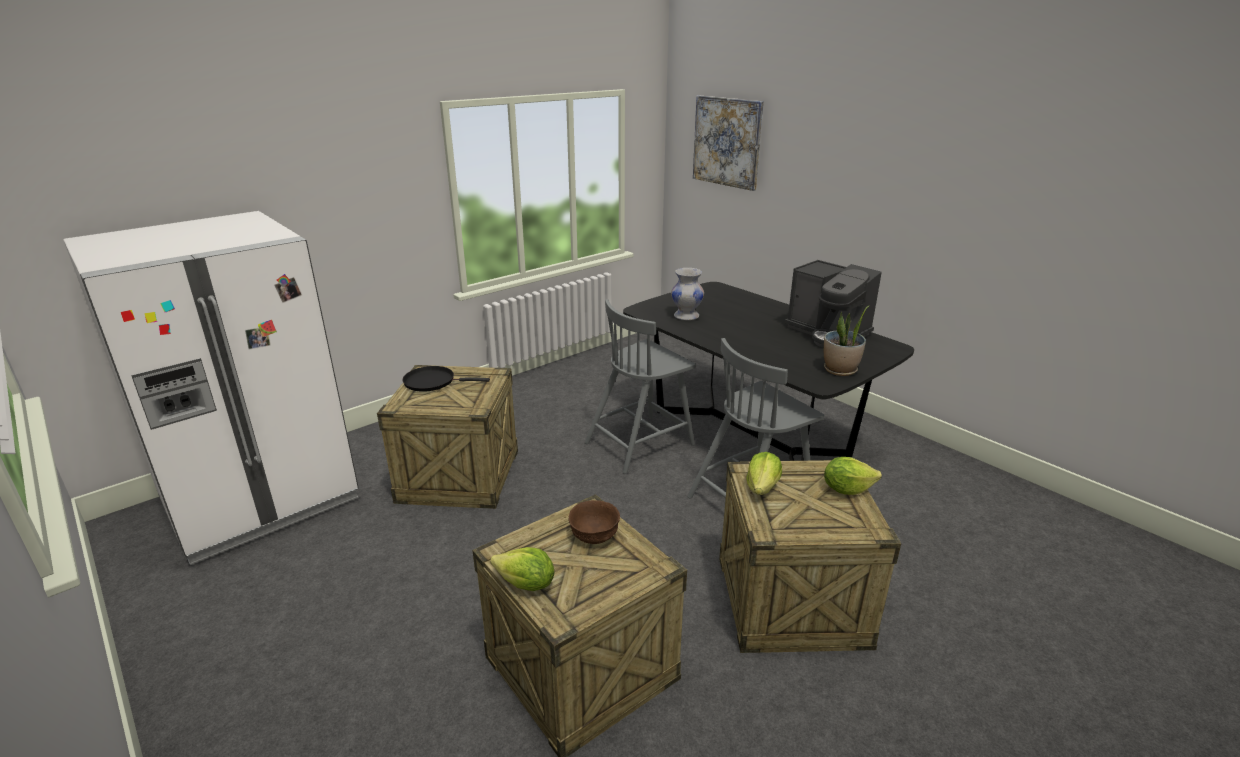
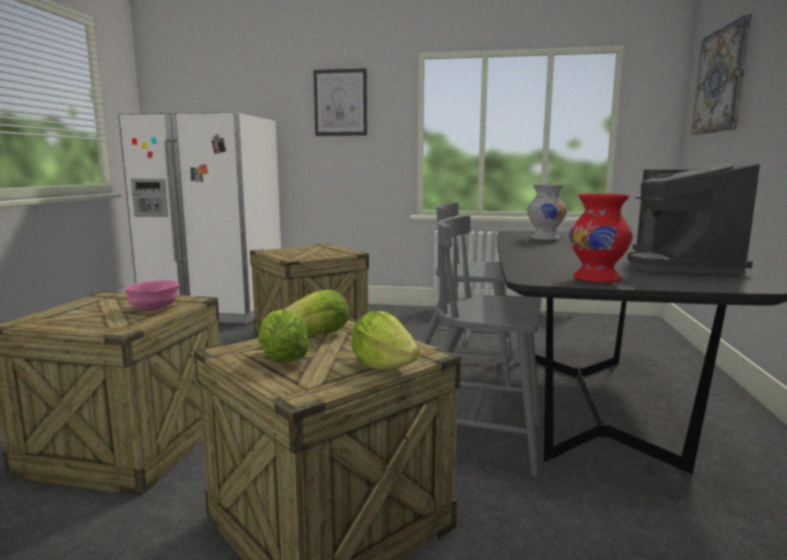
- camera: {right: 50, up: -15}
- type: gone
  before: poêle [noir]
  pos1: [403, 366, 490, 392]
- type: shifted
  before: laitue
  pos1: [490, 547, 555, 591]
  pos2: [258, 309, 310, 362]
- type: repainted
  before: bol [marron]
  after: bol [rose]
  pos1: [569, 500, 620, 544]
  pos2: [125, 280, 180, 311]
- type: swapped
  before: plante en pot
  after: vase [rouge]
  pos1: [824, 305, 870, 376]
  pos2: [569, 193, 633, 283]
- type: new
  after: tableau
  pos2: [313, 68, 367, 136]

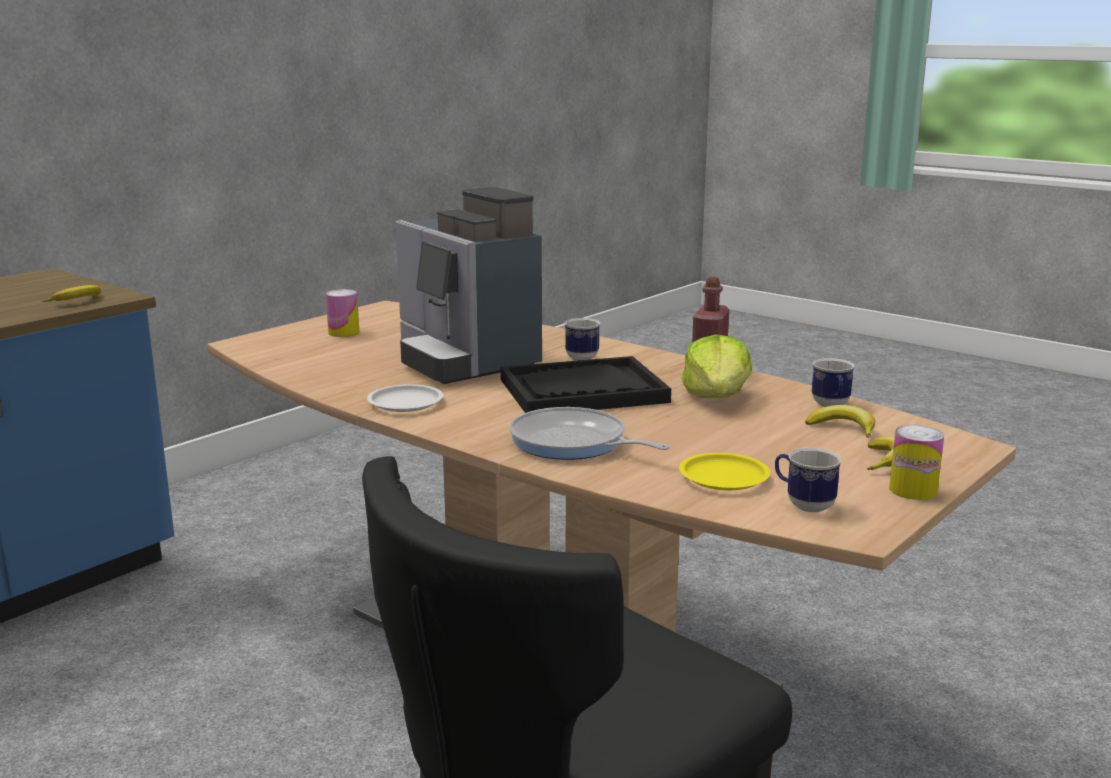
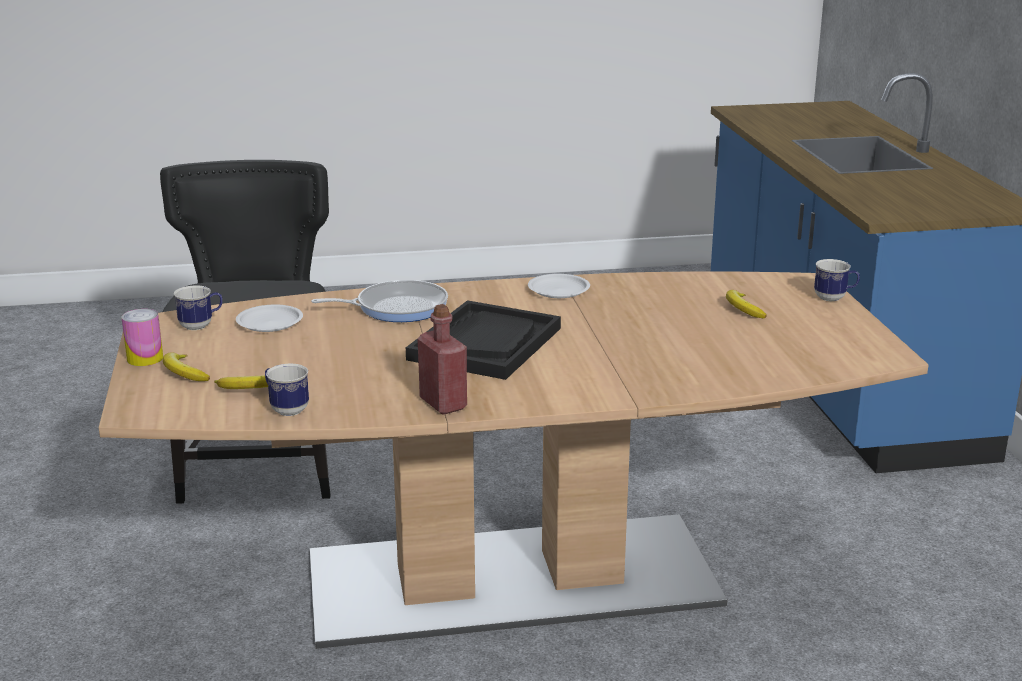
- camera: {right: 130, up: 5}
- type: shifted
  before: banane
  pos1: [43, 285, 101, 302]
  pos2: [726, 290, 767, 319]
- type: gone
  before: boîte métallique
  pos1: [326, 289, 359, 337]
- type: gone
  before: machine à café
  pos1: [396, 187, 542, 384]
- type: shifted
  before: mug
  pos1: [565, 318, 600, 361]
  pos2: [814, 259, 860, 301]
- type: repainted
  before: assiette [jaune]
  after: assiette [blanc]
  pos1: [679, 453, 770, 490]
  pos2: [236, 304, 303, 332]
- type: gone
  before: laitue
  pos1: [681, 334, 752, 398]

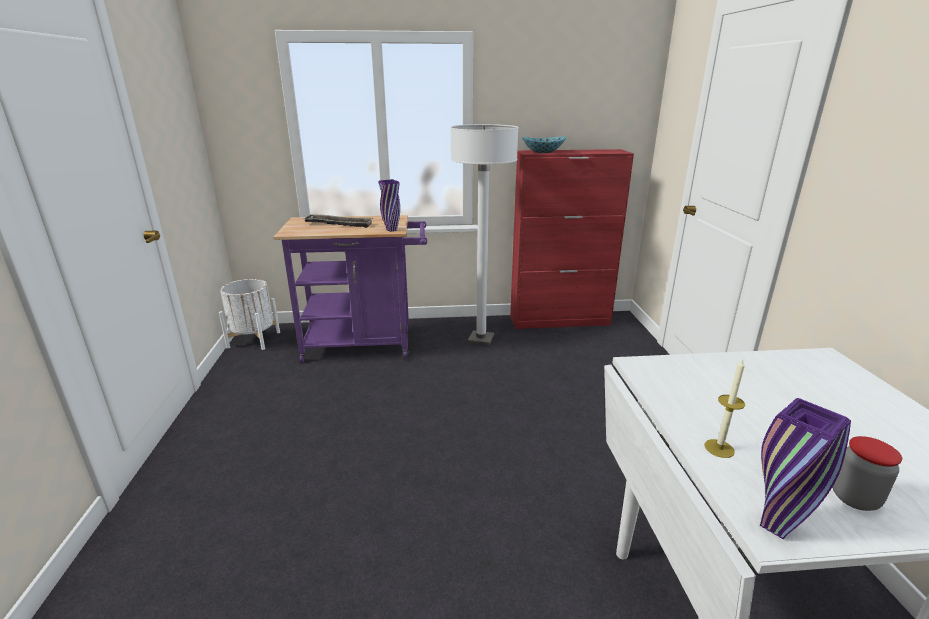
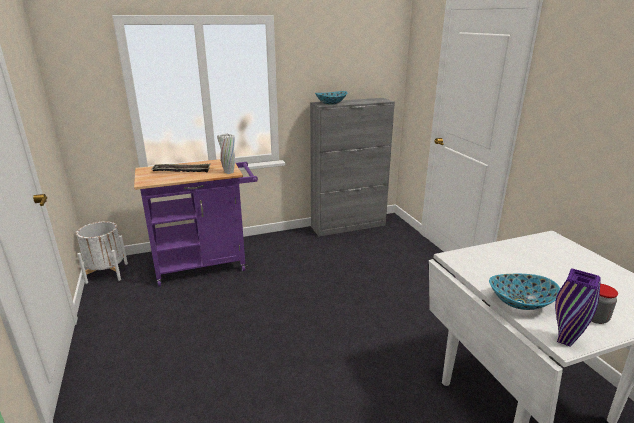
- camera: {right: -15, up: 0}
- type: repainted
  before: vase [violet]
  after: vase [blanc]
  pos1: [378, 179, 400, 232]
  pos2: [217, 133, 235, 174]
- type: gone
  before: lampadaire [blanc]
  pos1: [450, 124, 519, 345]
- type: repainted
  before: meuble de rangement [rouge]
  after: meuble de rangement [gris]
  pos1: [510, 149, 634, 329]
  pos2: [310, 98, 395, 237]
- type: swapped
  before: bougie
  after: bol
  pos1: [705, 359, 745, 458]
  pos2: [489, 274, 560, 310]

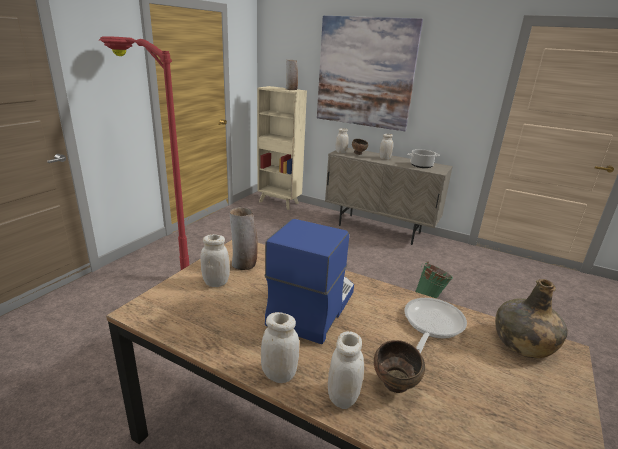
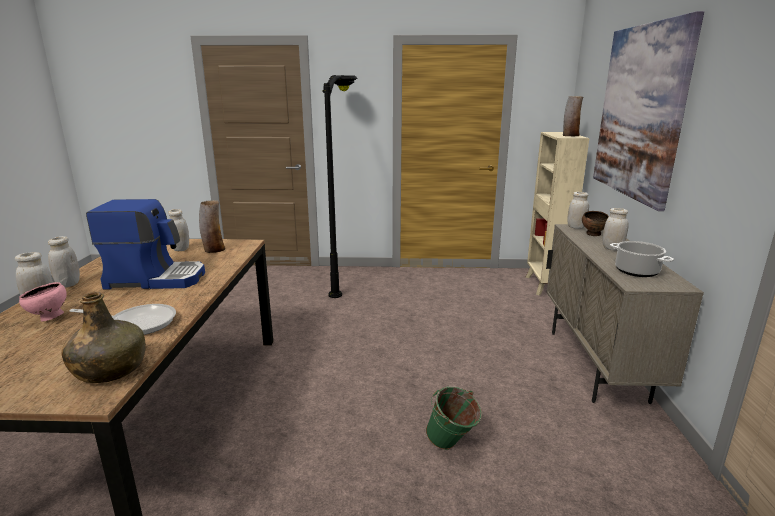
- camera: {right: 65, up: -5}
- type: repainted
  before: lampadaire [rouge]
  after: lampadaire [noir]
  pos1: [99, 36, 189, 270]
  pos2: [323, 75, 358, 298]
- type: repainted
  before: bol [marron]
  after: bol [rose]
  pos1: [374, 340, 425, 393]
  pos2: [19, 282, 67, 322]

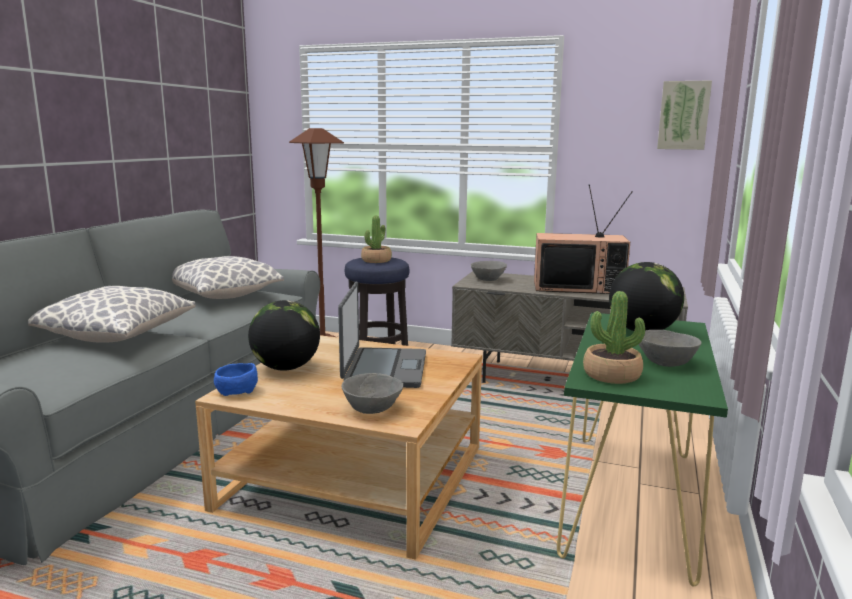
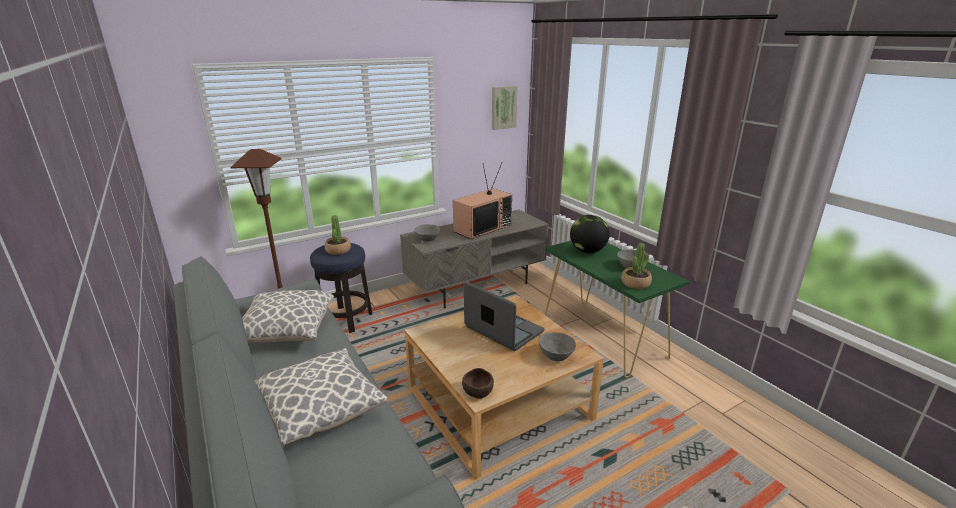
- camera: {right: -50, up: 10}
- type: repainted
  before: bol [bleu]
  after: bol [marron]
  pos1: [214, 363, 258, 396]
  pos2: [462, 368, 494, 399]
- type: gone
  before: globe
  pos1: [248, 300, 320, 371]

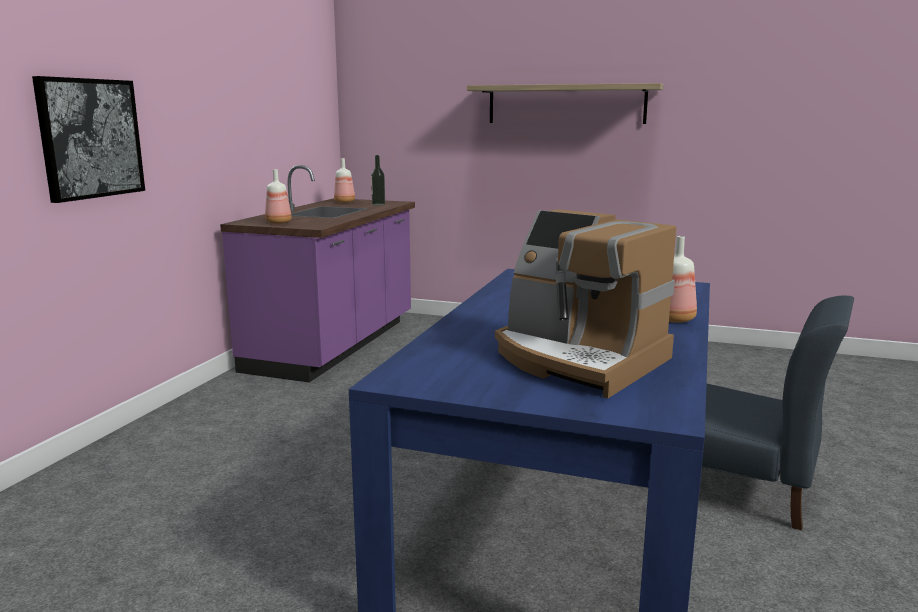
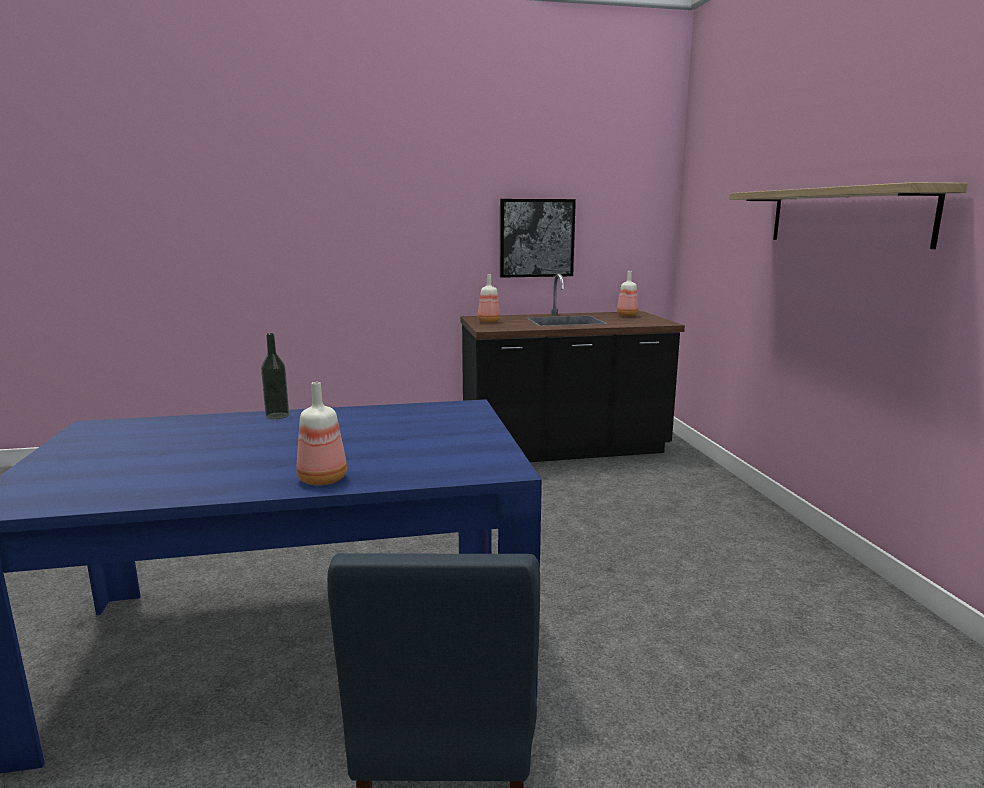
- camera: {right: 60, up: 0}
- type: shifted
  before: tableau
  pos1: [32, 76, 145, 203]
  pos2: [500, 199, 576, 278]
- type: repainted
  before: comptoir de cuisine [violet]
  after: comptoir de cuisine [noir]
  pos1: [220, 165, 415, 383]
  pos2: [460, 273, 685, 462]
- type: shifted
  before: bouteille
  pos1: [371, 155, 385, 206]
  pos2: [261, 333, 289, 419]
- type: gone
  before: machine à café
  pos1: [495, 209, 676, 398]

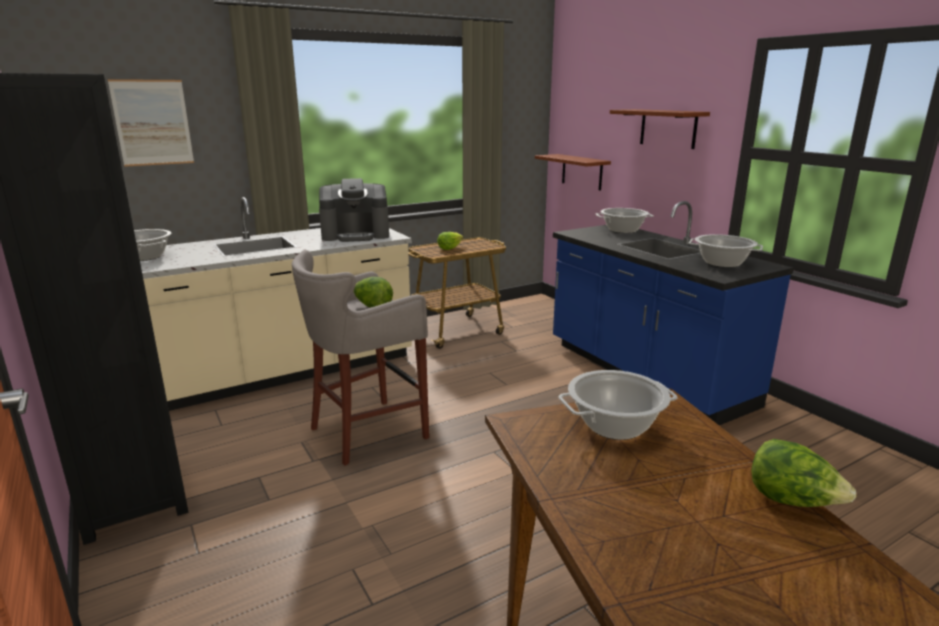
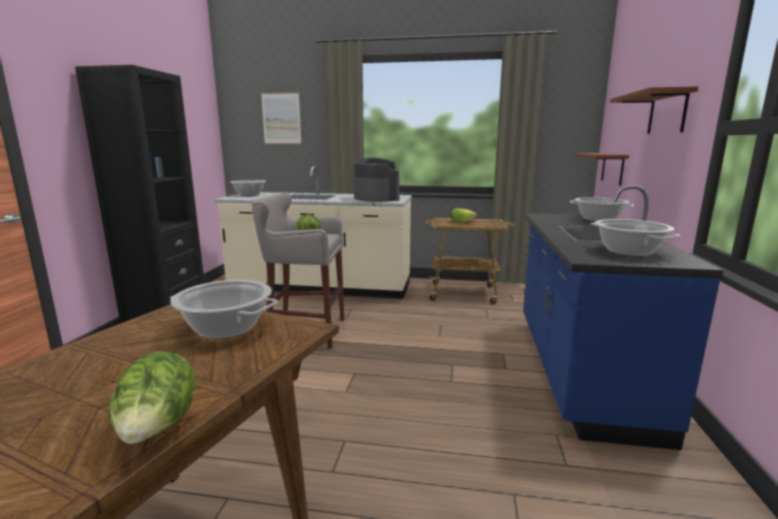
- camera: {right: 40, up: -5}
- type: rotated
  before: machine à café
  pos1: [319, 178, 389, 242]
  pos2: [354, 157, 400, 202]
  turn: -150

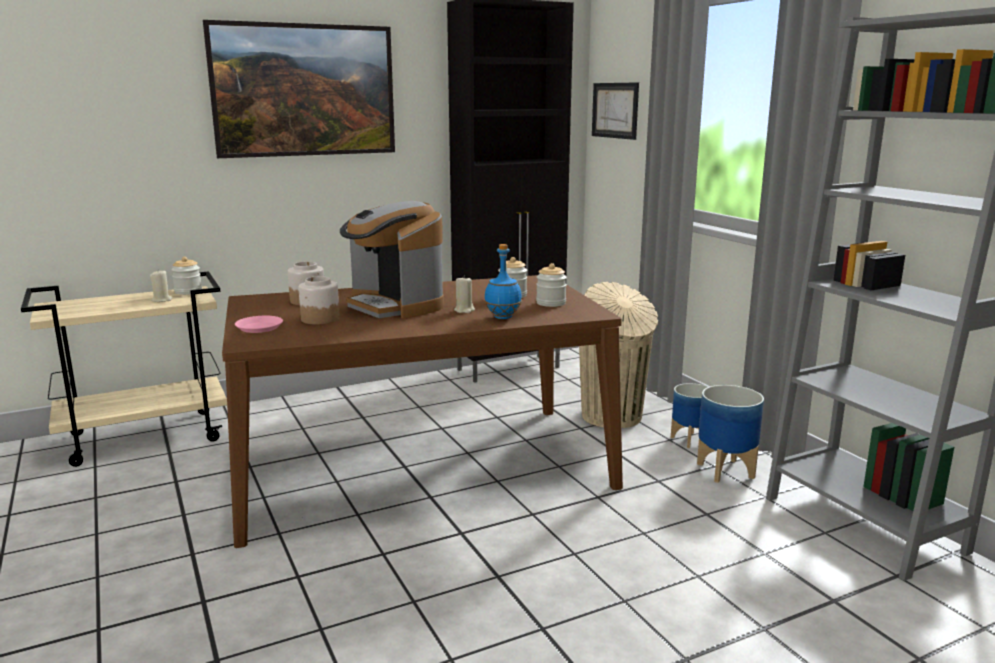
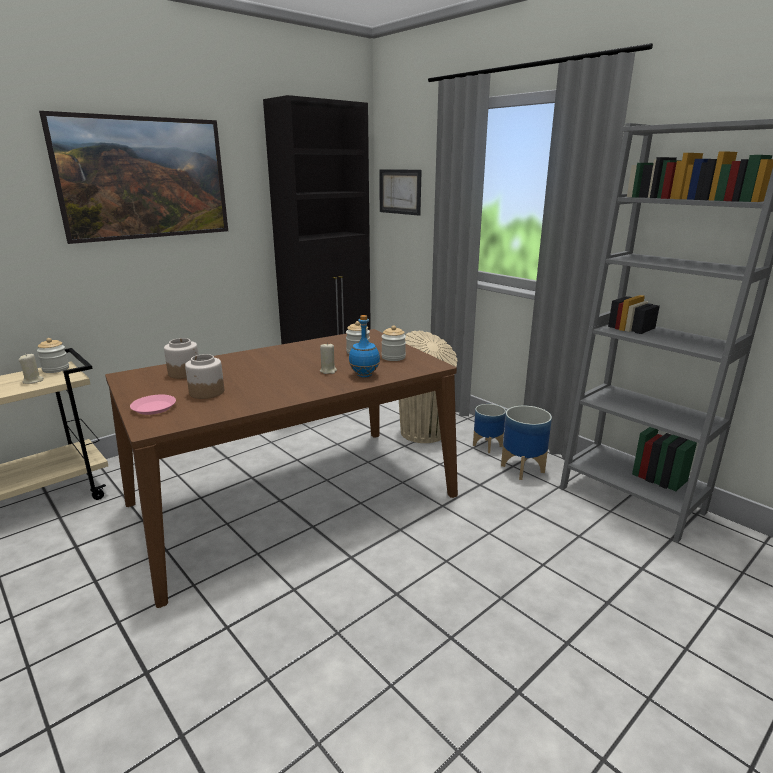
- camera: {right: -15, up: 5}
- type: gone
  before: machine à café
  pos1: [340, 201, 444, 319]

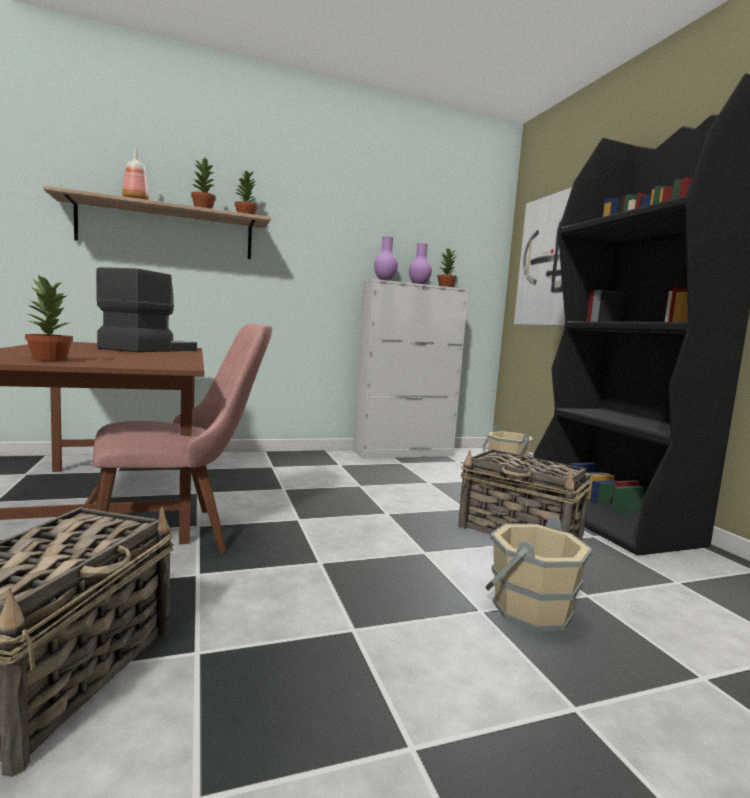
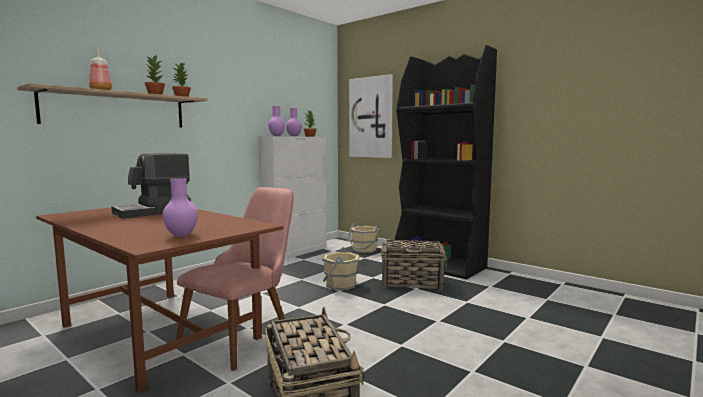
- camera: {right: -30, up: 0}
- type: swapped
  before: plante en pot
  after: vase [violet]
  pos1: [25, 274, 73, 361]
  pos2: [162, 178, 198, 237]
- type: rotated
  before: machine à café
  pos1: [96, 267, 197, 352]
  pos2: [112, 153, 191, 219]
  turn: -120
- type: shifted
  before: seau [beige]
  pos1: [485, 516, 593, 632]
  pos2: [322, 247, 360, 290]

